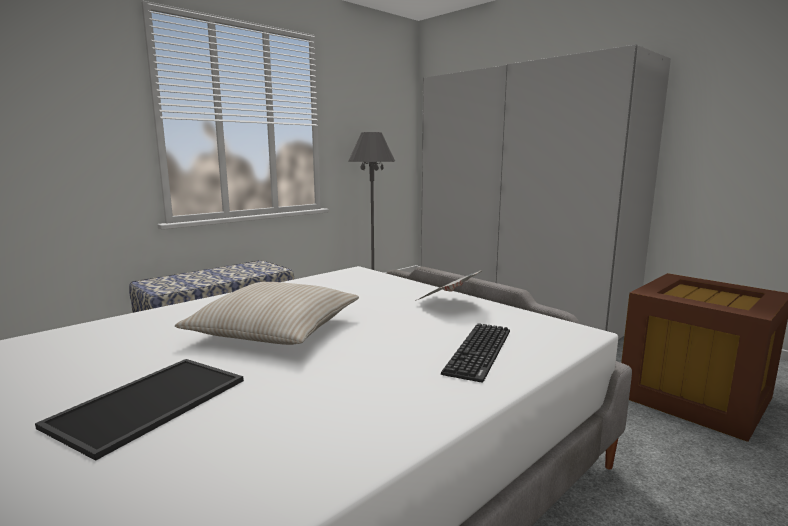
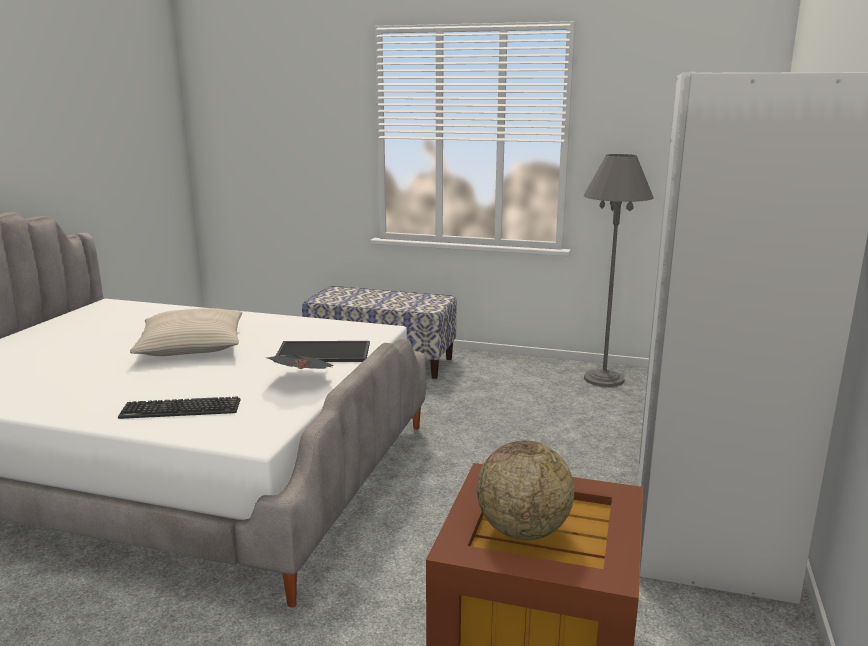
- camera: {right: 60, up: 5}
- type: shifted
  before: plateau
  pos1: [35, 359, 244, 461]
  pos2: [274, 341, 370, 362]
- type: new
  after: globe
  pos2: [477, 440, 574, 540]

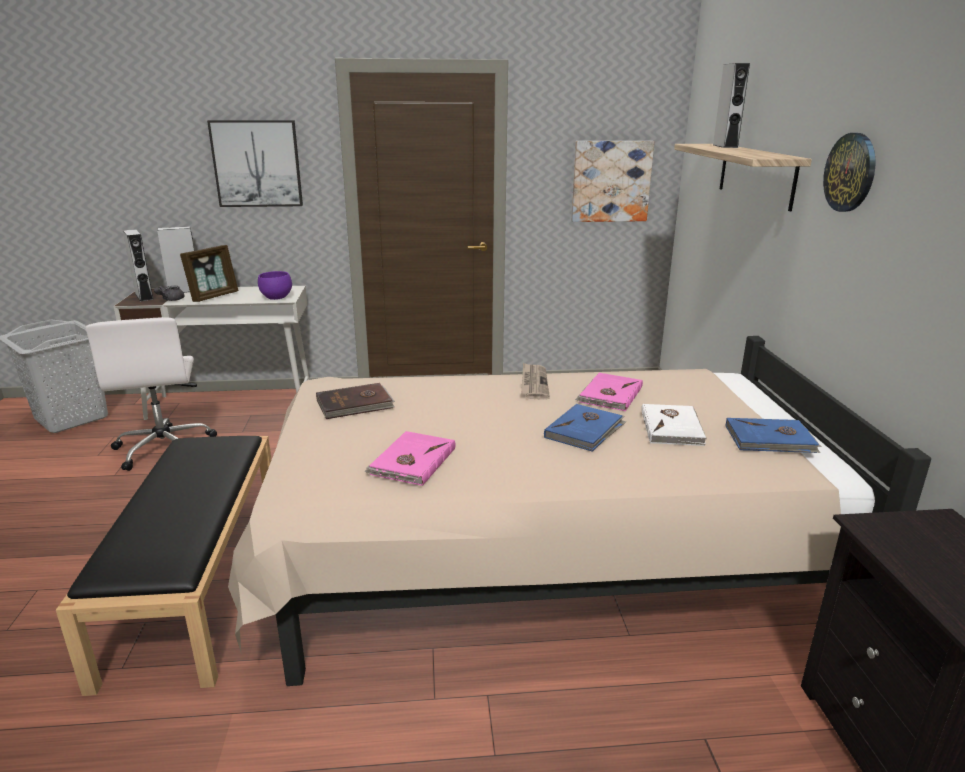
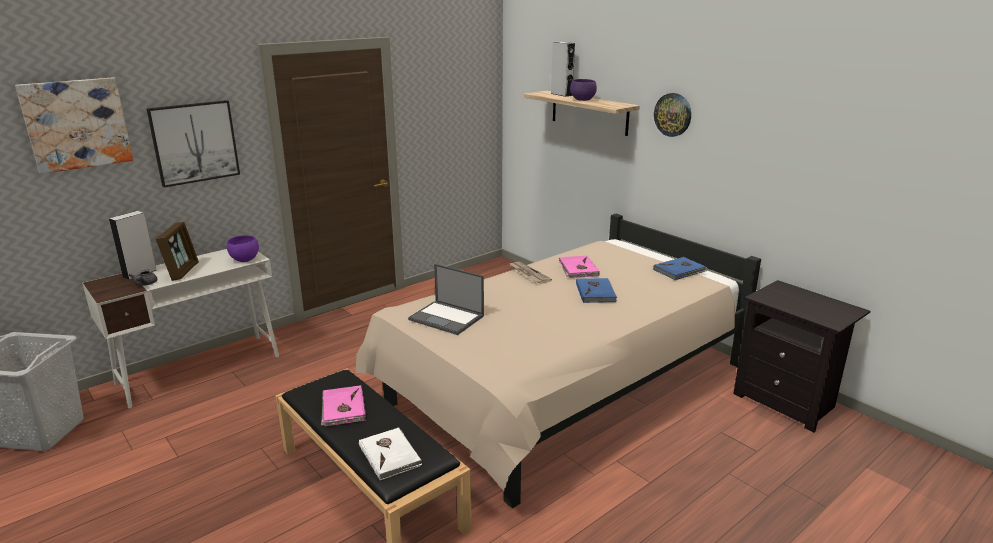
- camera: {right: -35, up: 0}
- type: gone
  before: chaise de bureau [blanc]
  pos1: [86, 317, 217, 471]
- type: gone
  before: enceinte [gris]
  pos1: [123, 229, 154, 302]
- type: swapped
  before: livre [marron]
  after: ordinateur portable
  pos1: [316, 383, 395, 419]
  pos2: [408, 264, 484, 335]
- type: shifted
  before: livre [rose]
  pos1: [364, 431, 455, 486]
  pos2: [321, 385, 366, 426]
- type: shifted
  before: tableau
  pos1: [571, 141, 654, 222]
  pos2: [15, 77, 133, 174]
- type: shifted
  before: livre [blanc]
  pos1: [641, 404, 707, 446]
  pos2: [359, 427, 422, 481]
- type: new
  after: bol [violet]
  pos2: [570, 79, 597, 101]

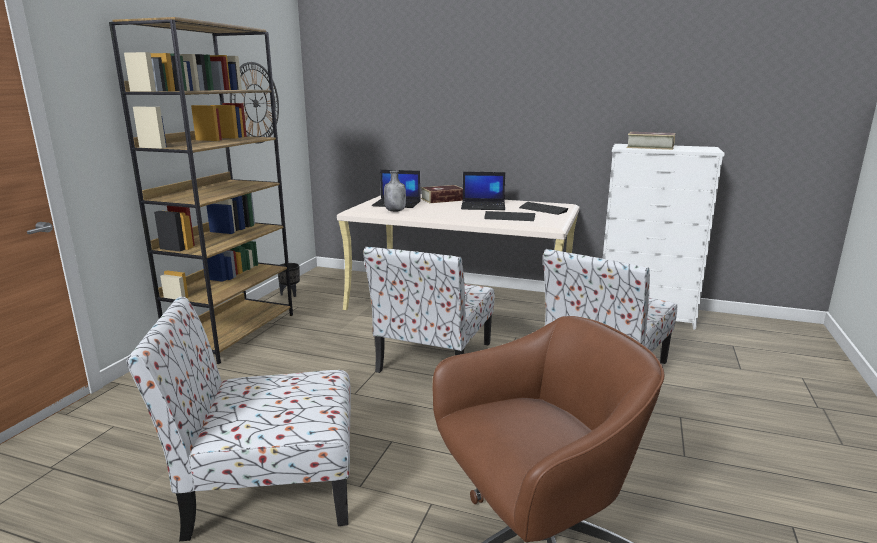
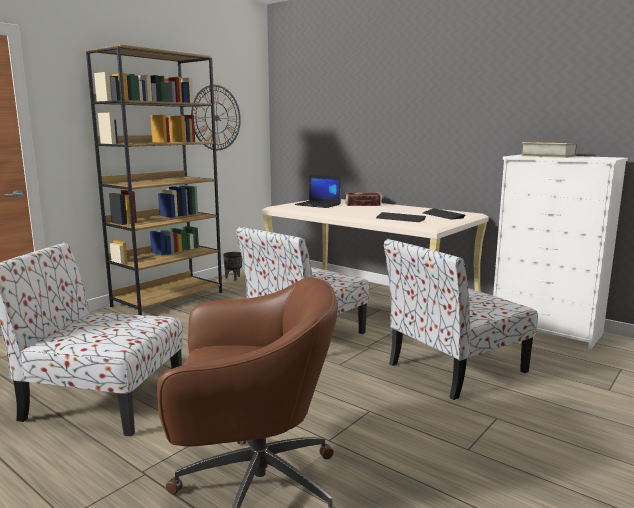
- camera: {right: 20, up: -5}
- type: gone
  before: bouteille [gris]
  pos1: [384, 170, 406, 212]
- type: gone
  before: ordinateur portable
  pos1: [461, 172, 506, 210]

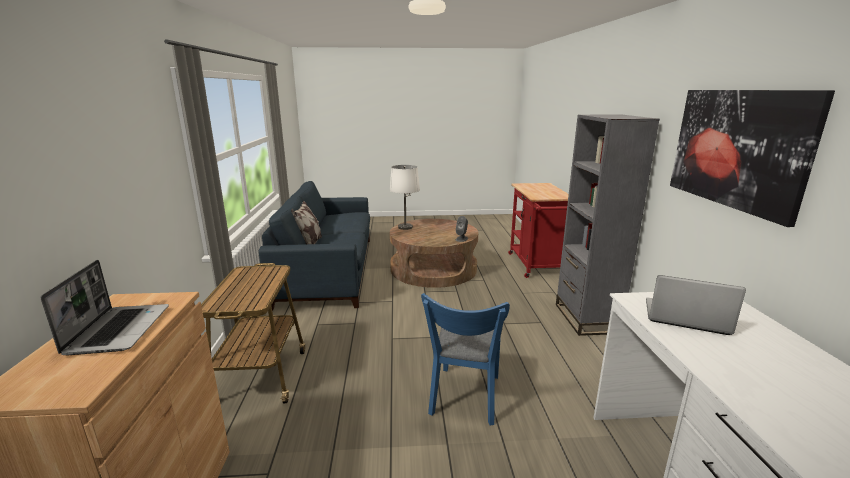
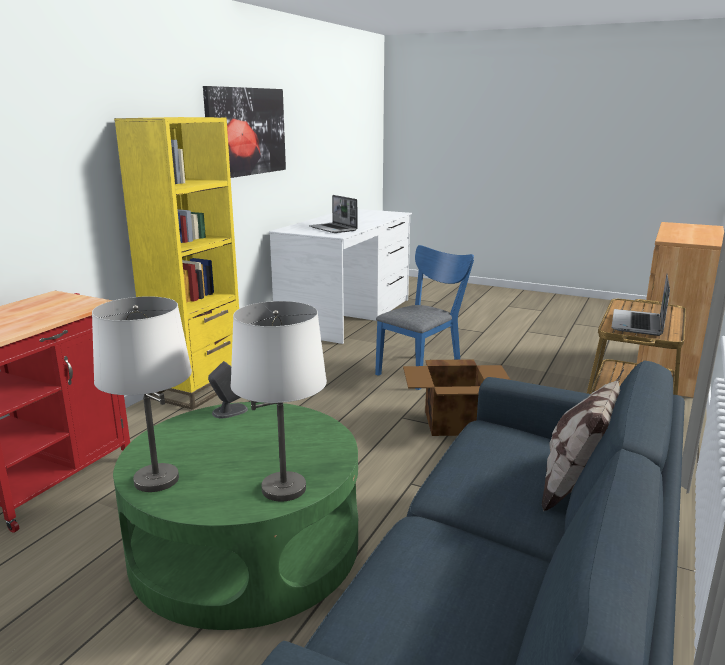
- camera: {right: -150, up: 0}
- type: shifted
  before: ordinateur portable
  pos1: [41, 260, 169, 355]
  pos2: [611, 274, 670, 336]
- type: repainted
  before: table basse [marron]
  after: table basse [vert]
  pos1: [390, 219, 478, 288]
  pos2: [113, 402, 358, 630]
- type: repainted
  before: bibliothèque [gris]
  after: bibliothèque [jaune]
  pos1: [556, 115, 660, 336]
  pos2: [114, 117, 239, 410]
- type: new
  after: lampe de table [blanc]
  pos2: [92, 296, 192, 492]
- type: new
  after: carton
  pos2: [403, 359, 510, 436]

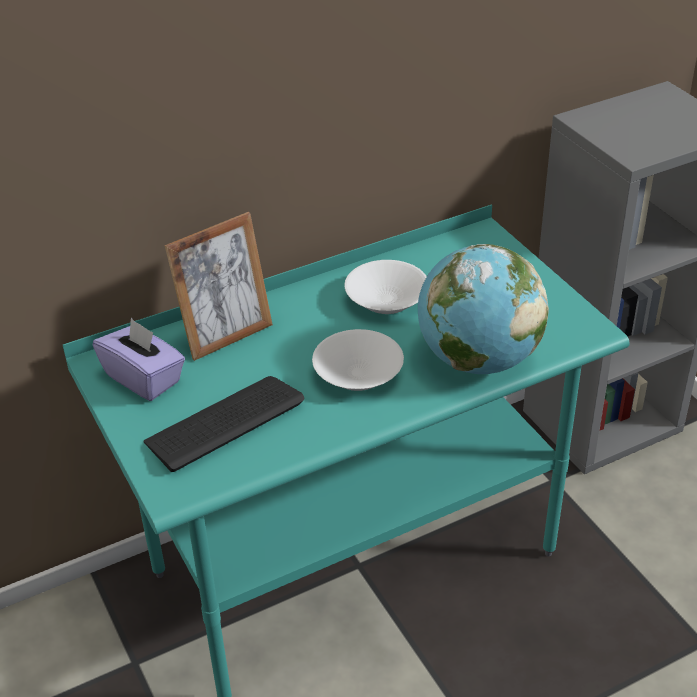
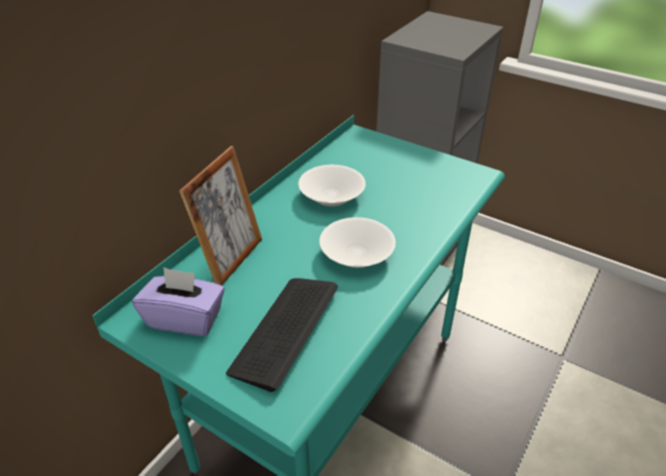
- camera: {right: -30, up: 0}
- type: gone
  before: globe
  pos1: [418, 244, 549, 374]

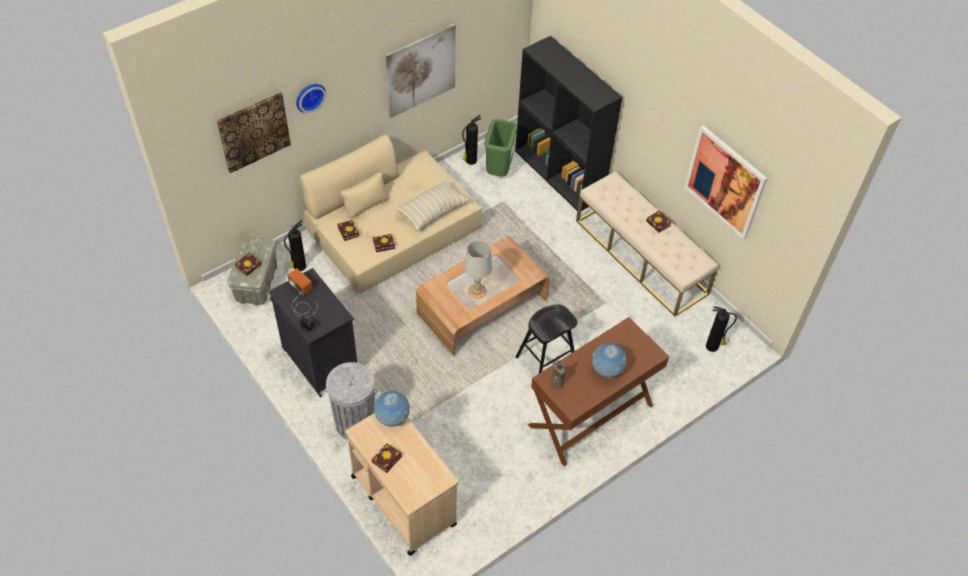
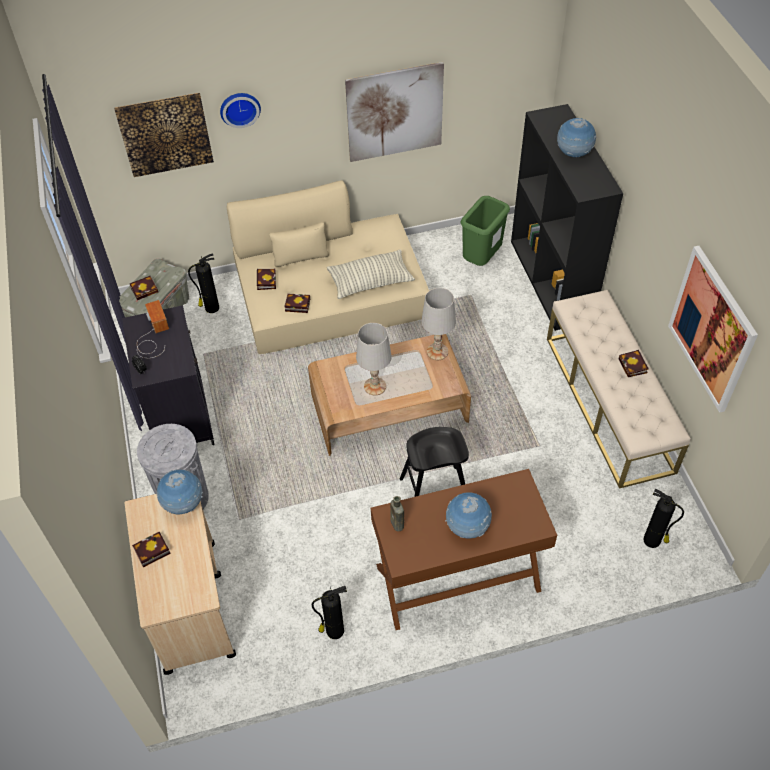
- camera: {right: 25, up: 0}
- type: shifted
  before: extincteur
  pos1: [462, 115, 481, 165]
  pos2: [312, 586, 347, 639]
- type: new
  after: lampe de table [blanc]
  pos2: [421, 288, 456, 360]
- type: new
  after: globe
  pos2: [557, 118, 596, 158]

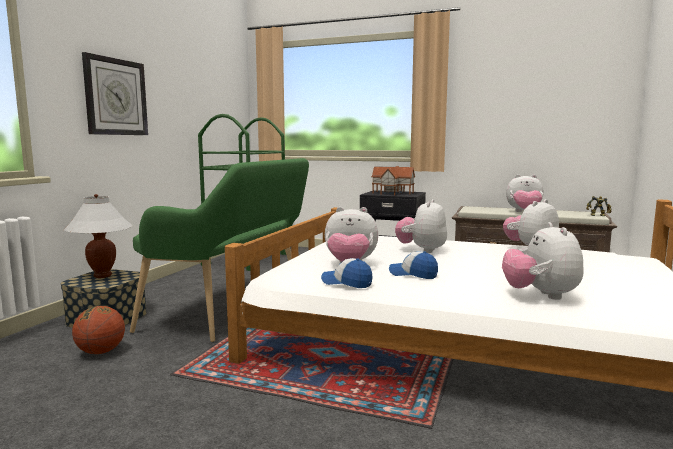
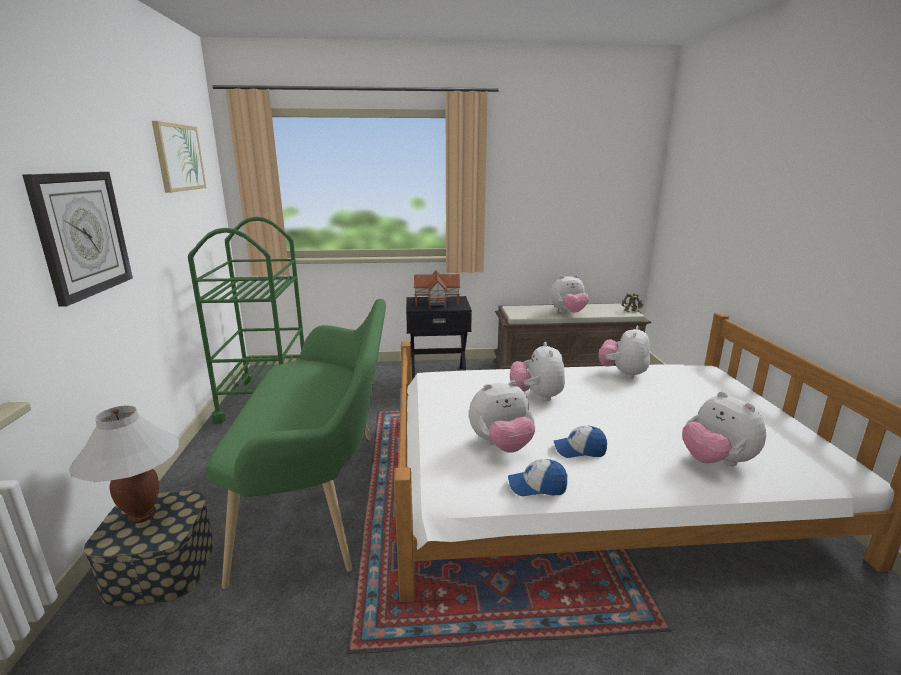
- camera: {right: -25, up: 10}
- type: gone
  before: ballon de basket
  pos1: [72, 306, 125, 354]
- type: new
  after: tableau
  pos2: [152, 121, 206, 193]

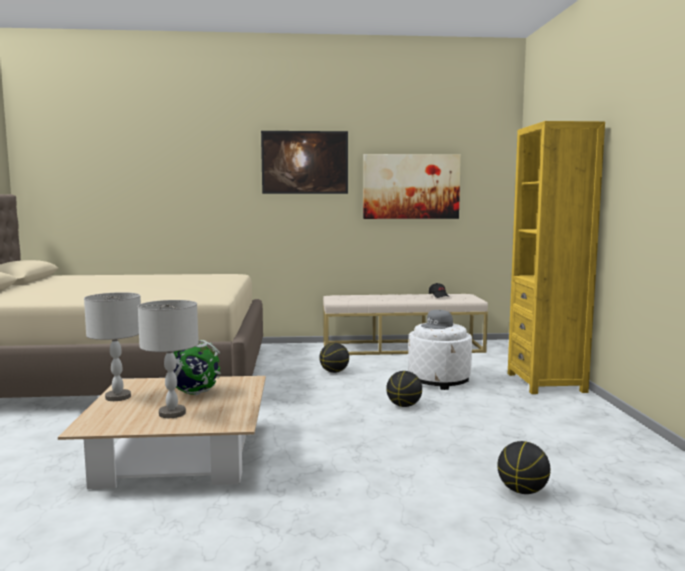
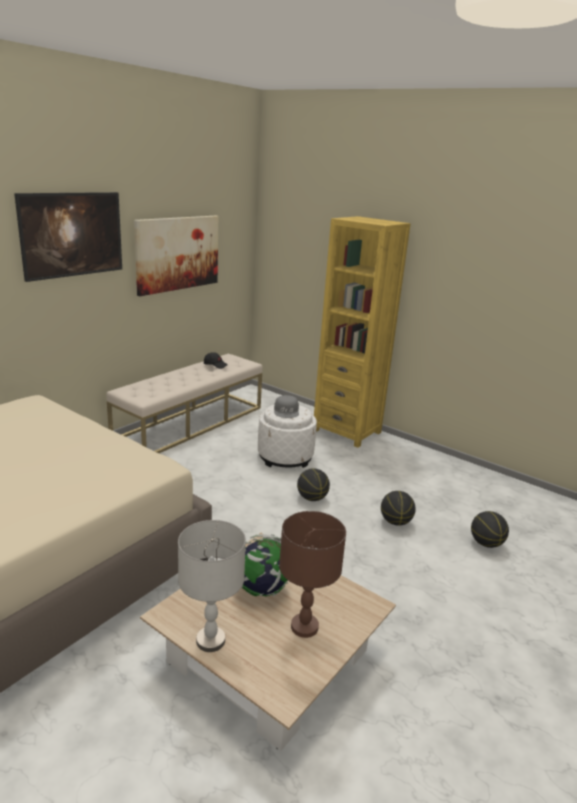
- camera: {right: -50, up: 15}
- type: repainted
  before: lampe de table [gris]
  after: lampe de table [marron]
  pos1: [138, 300, 199, 418]
  pos2: [279, 511, 346, 638]
- type: shifted
  before: ballon de basket
  pos1: [319, 343, 349, 373]
  pos2: [381, 491, 416, 526]

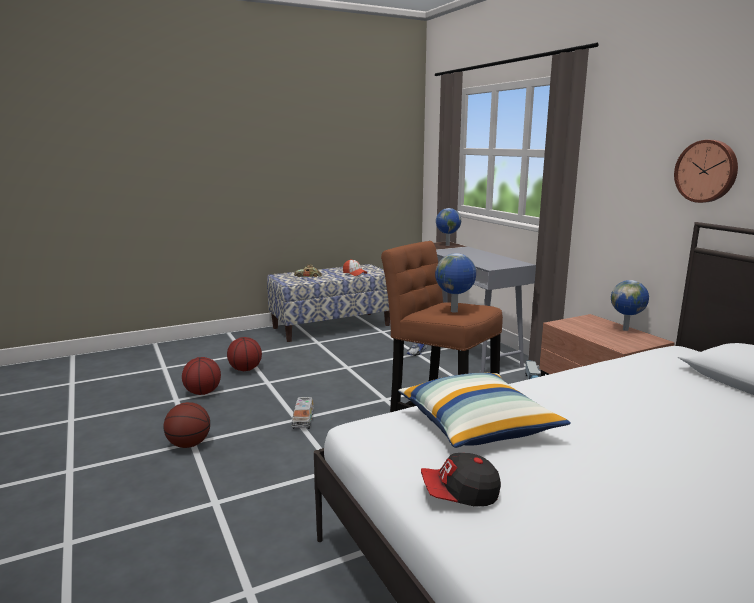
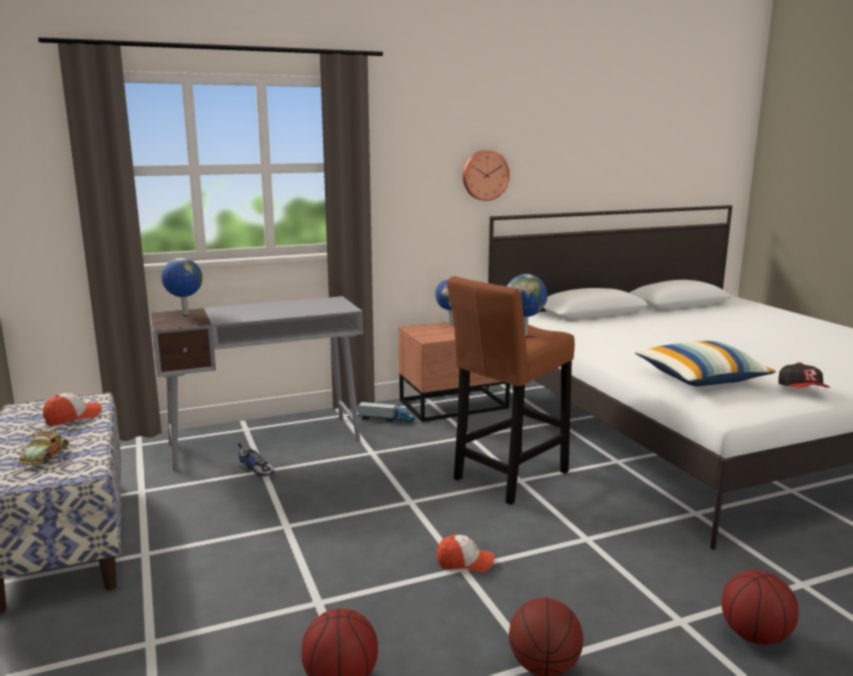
- camera: {right: -85, up: 0}
- type: shifted
  before: ballon de basket
  pos1: [227, 337, 262, 371]
  pos2: [721, 570, 799, 645]
- type: swapped
  before: camion jouet
  after: casquette
  pos1: [292, 397, 314, 429]
  pos2: [437, 535, 494, 572]

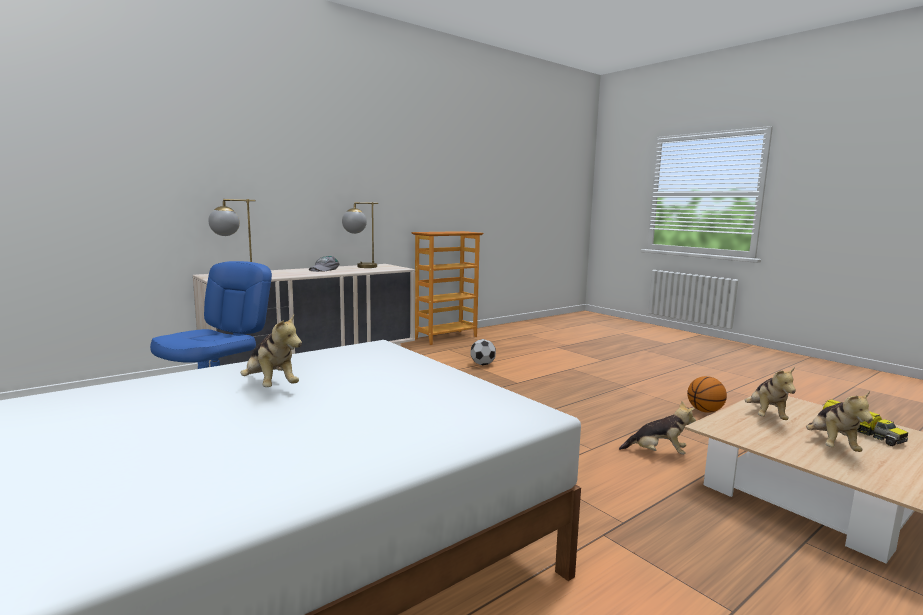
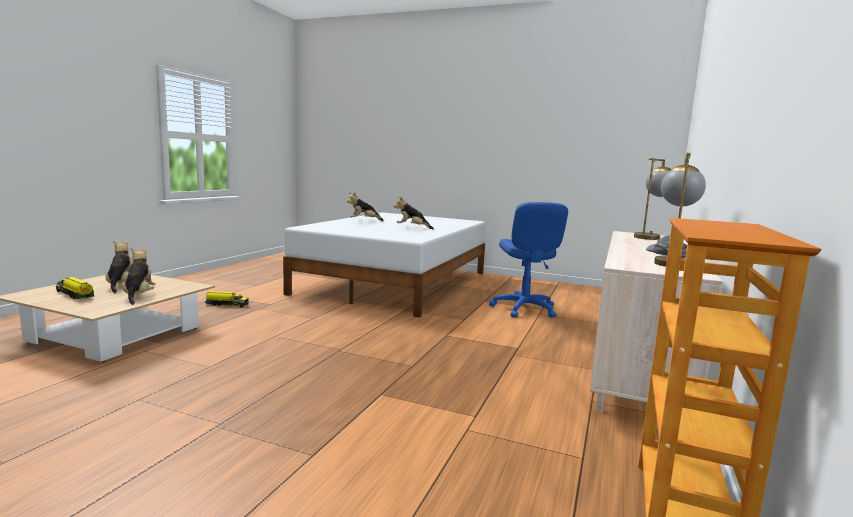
- camera: {right: 150, up: 0}
- type: gone
  before: ballon de foot
  pos1: [470, 339, 496, 365]
- type: shifted
  before: peluche
  pos1: [619, 401, 696, 455]
  pos2: [347, 192, 384, 221]
- type: gone
  before: ballon de basket
  pos1: [687, 376, 727, 413]
- type: new
  after: camion jouet
  pos2: [205, 291, 249, 307]

